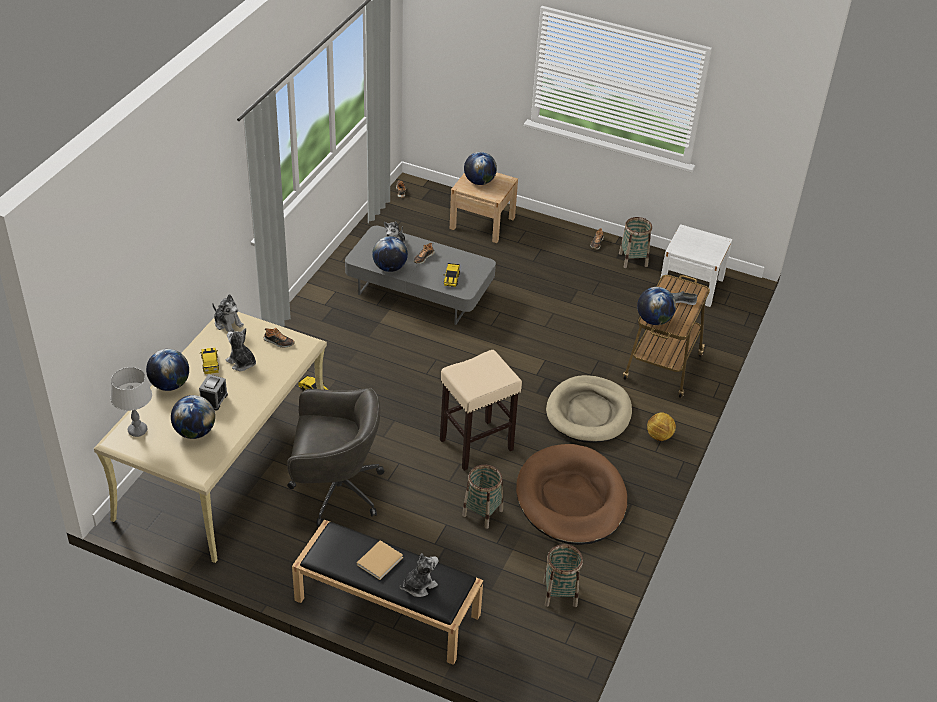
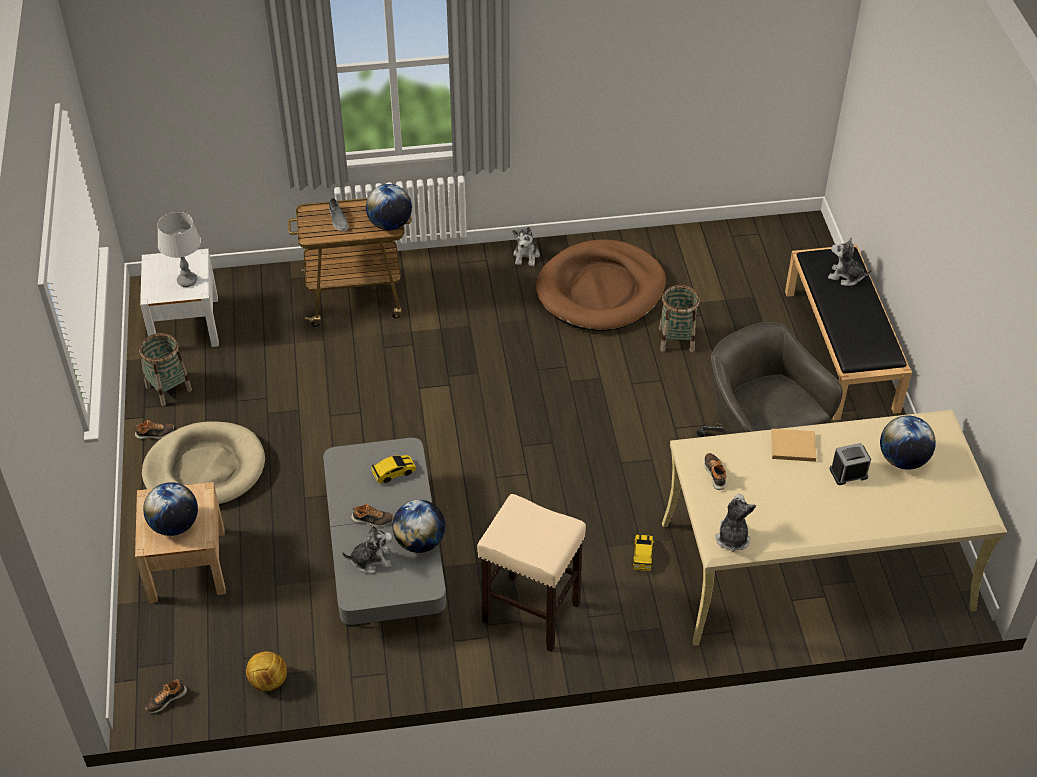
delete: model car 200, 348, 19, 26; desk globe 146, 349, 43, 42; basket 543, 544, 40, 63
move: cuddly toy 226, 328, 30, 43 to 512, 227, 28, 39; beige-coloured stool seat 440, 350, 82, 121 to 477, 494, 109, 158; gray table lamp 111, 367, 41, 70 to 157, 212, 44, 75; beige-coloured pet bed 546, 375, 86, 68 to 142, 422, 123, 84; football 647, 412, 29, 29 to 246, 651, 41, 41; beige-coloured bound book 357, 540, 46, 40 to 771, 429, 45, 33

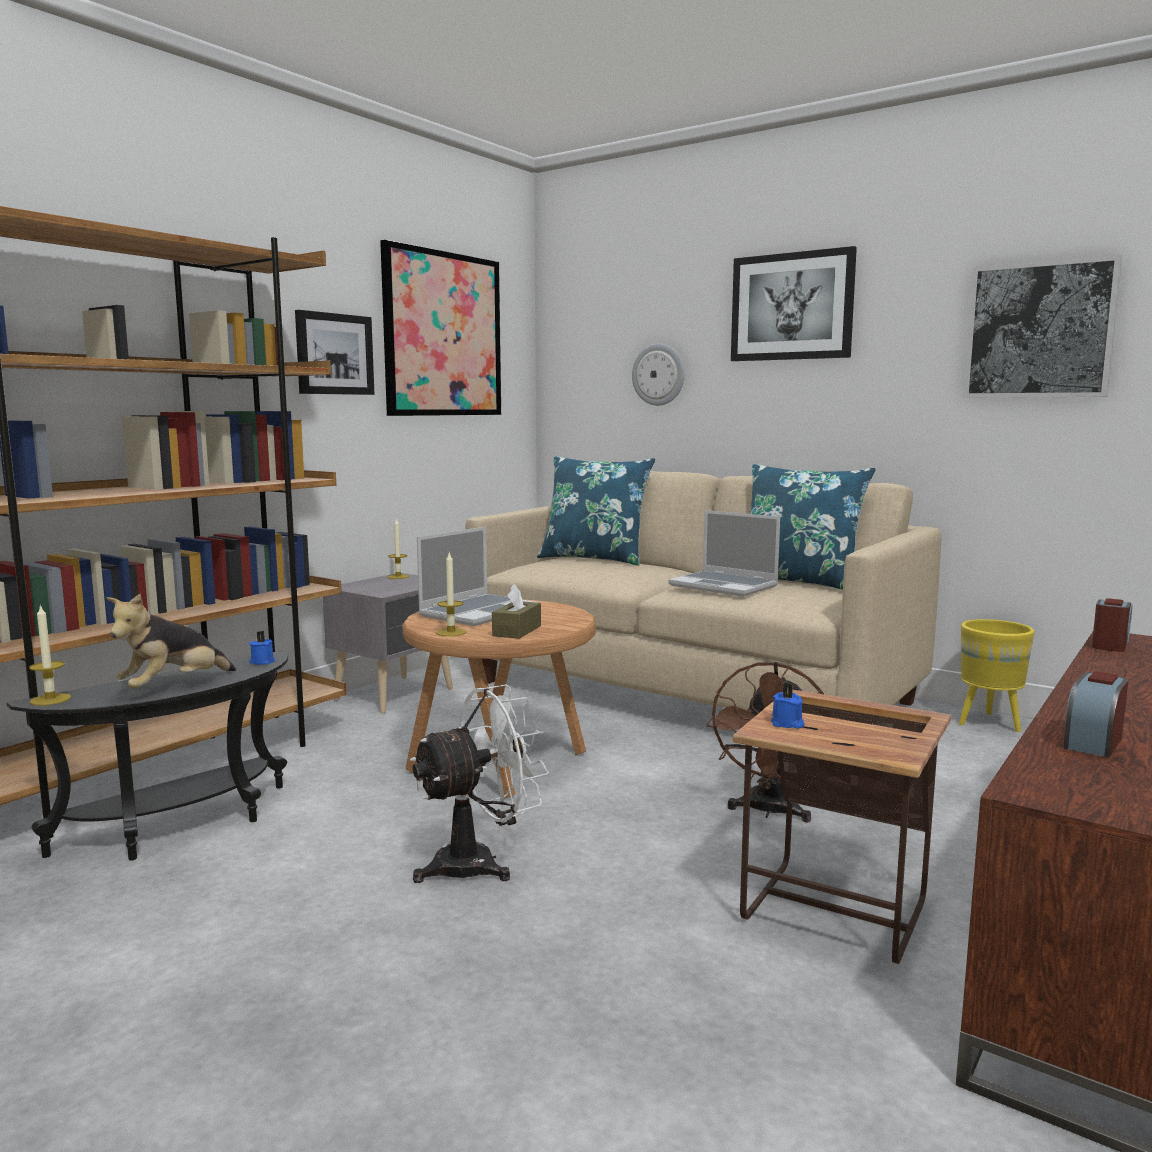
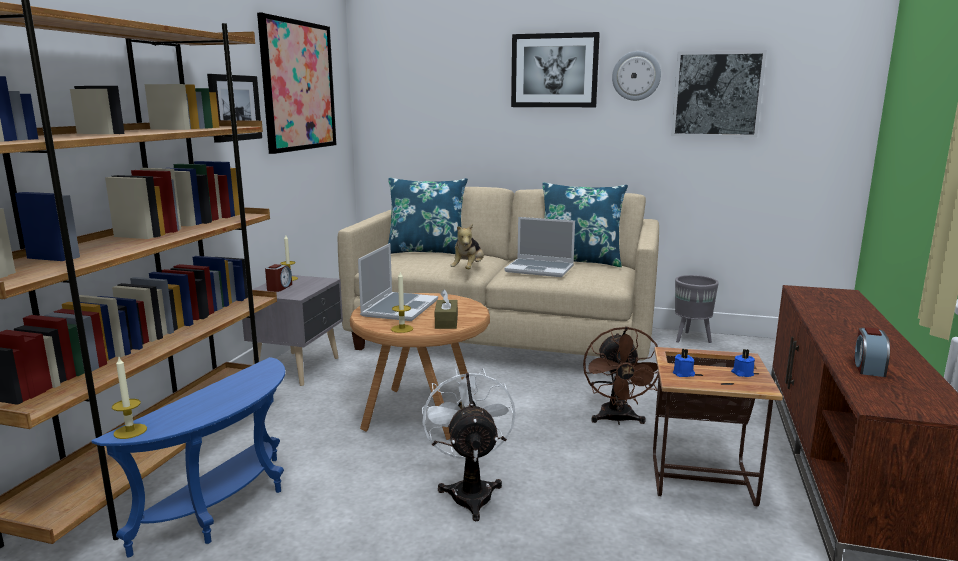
move: hanging clock 632, 343, 53, 63 to 612, 51, 49, 50; cuddly toy 107, 594, 129, 94 to 450, 224, 34, 45; table clock 1092, 598, 40, 54 to 265, 264, 27, 28; blue candle 249, 631, 26, 34 to 731, 349, 24, 28
recolor: yellow planter 959, 619, 76, 113 to gray planter 675, 275, 44, 68; blackish end table 6, 651, 282, 210 to blue end table 92, 357, 193, 200
rotate: white-coloured fan 410, 684, 139, 199 = 422, 368, 93, 153 45 degrees counterclockwise

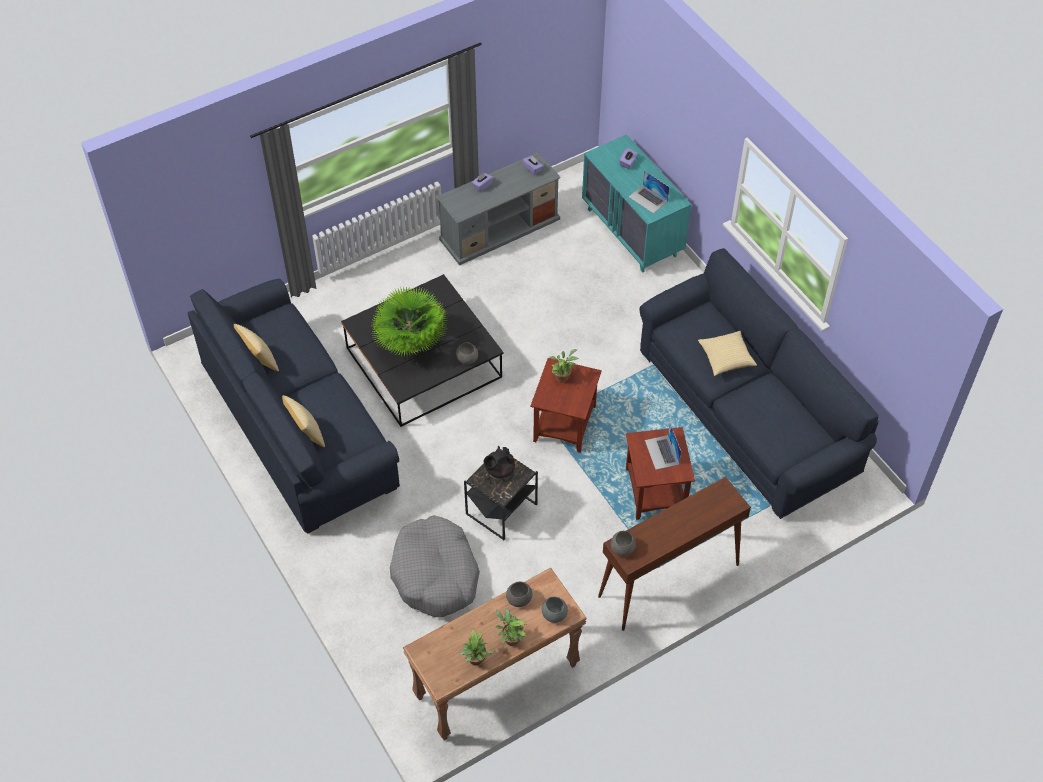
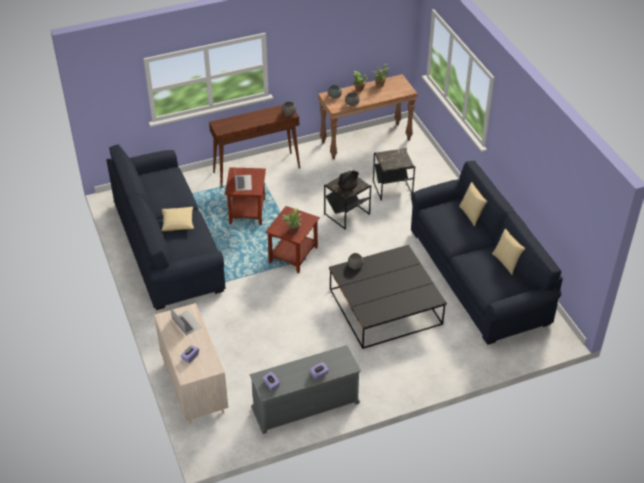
delete: houseplant 371, 286, 76, 70
replace: gray pet bed 390, 515, 90, 103 to blackish end table 373, 147, 42, 54
recolor: turquoise-coloured dresser 582, 134, 109, 139 to beige-coloured dresser 154, 303, 74, 121

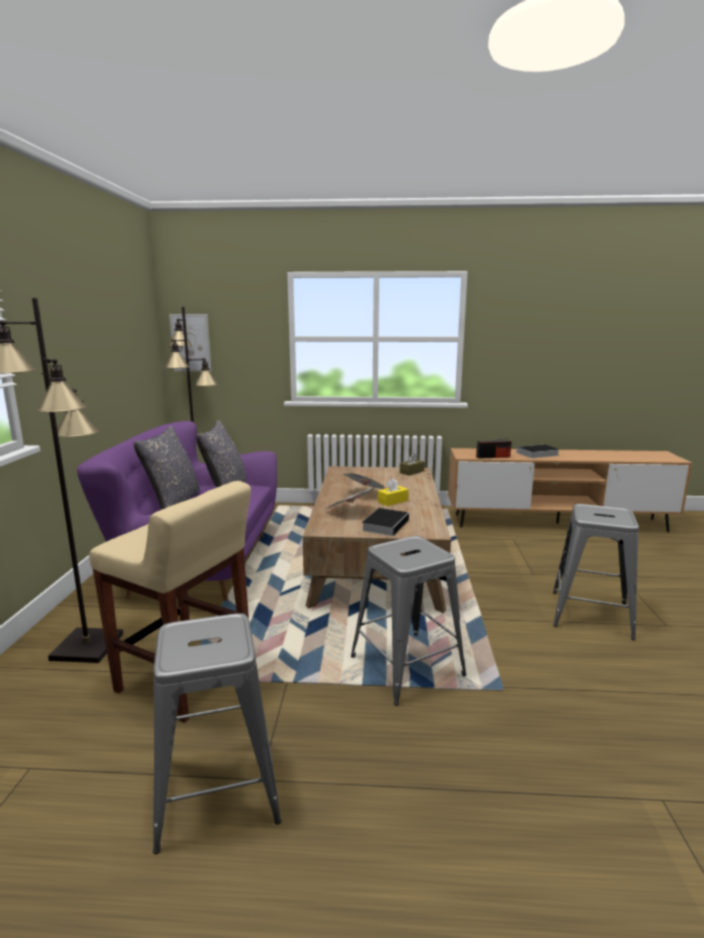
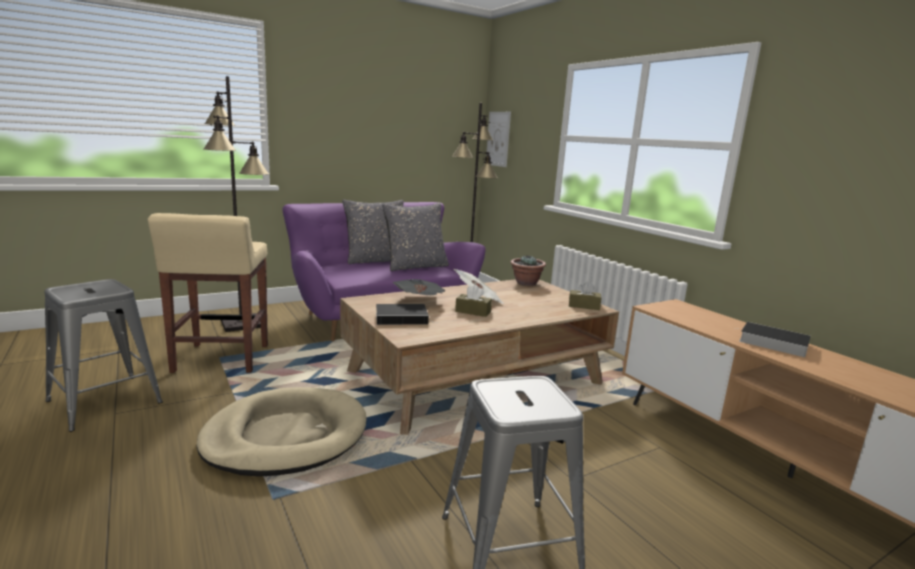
delete: radio receiver 476, 438, 36, 21
insert: houseplant 510, 255, 36, 31
replace: gray stool seat 351, 536, 116, 170 to beige-coloured pet bed 196, 387, 171, 90
recolor: yellow tissue box 378, 478, 31, 28 to brown-coloured tissue box 455, 285, 37, 32

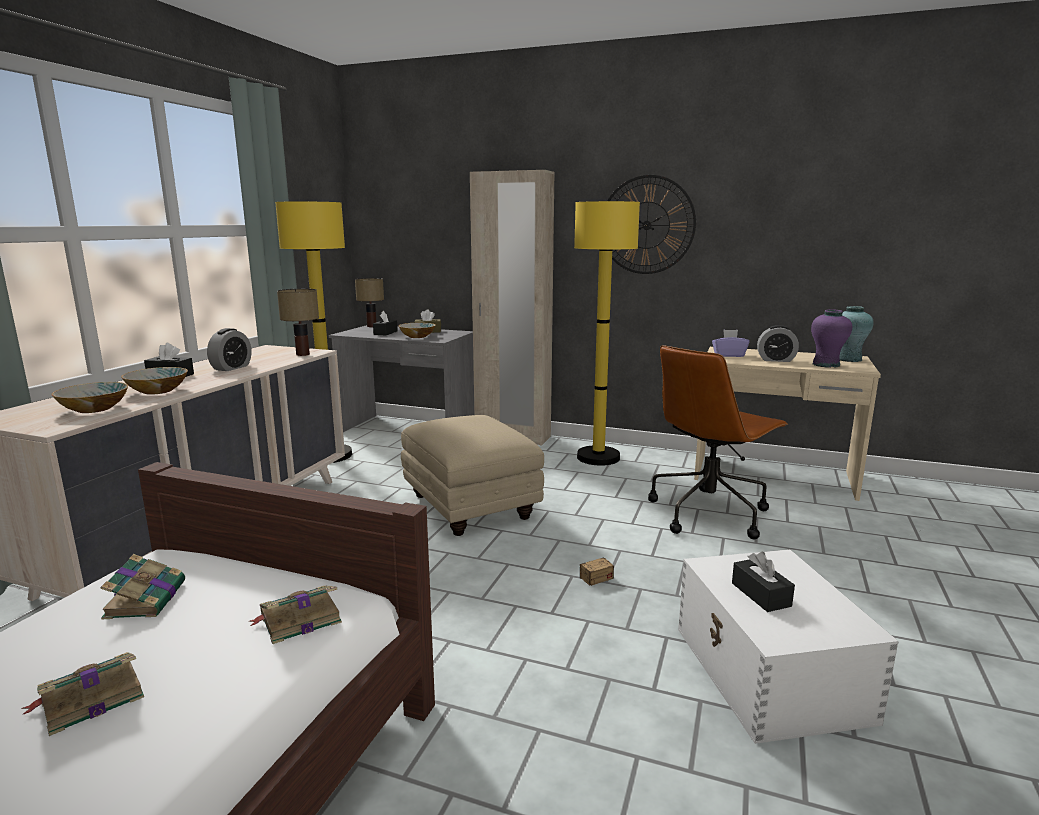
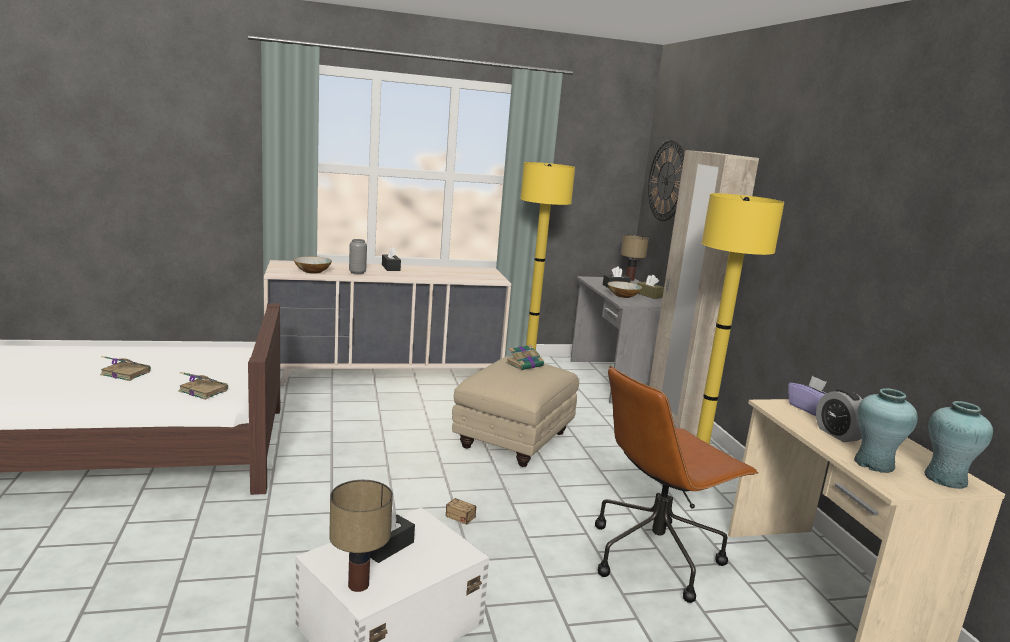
delete: table clock 207, 328, 45, 43
move: hanging clock 607, 175, 89, 99 to 648, 140, 36, 81; table lamp 277, 288, 42, 68 to 329, 480, 64, 112; bound book 100, 554, 85, 65 to 506, 345, 39, 26
replace: serving bowl 121, 367, 67, 28 to gray decorative vase 349, 239, 18, 35
recolor: purplish decorative vase 811, 309, 41, 59 to turquoise-coloured decorative vase 854, 388, 64, 85
rotate: brown-coloured desk chair 648, 345, 140, 195 = 595, 366, 164, 237 45 degrees counterclockwise

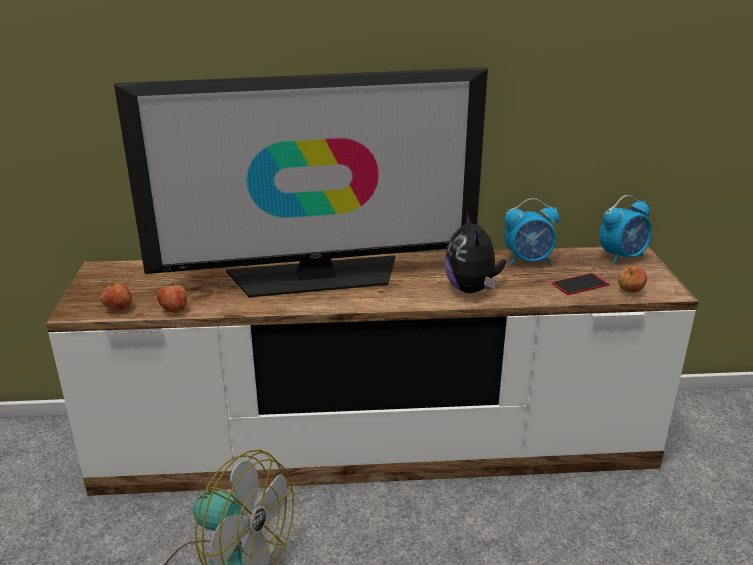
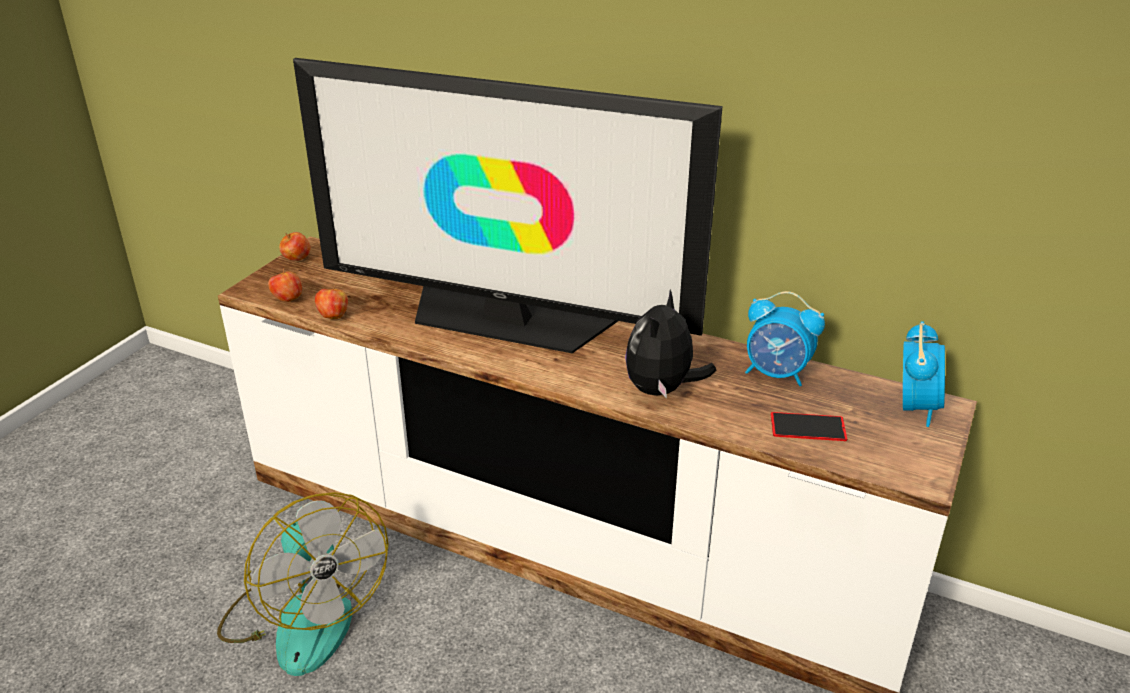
move: whole apple 618, 266, 29, 27 to 279, 232, 32, 29
rotate: table clock 600, 195, 52, 70 = 903, 321, 42, 106 75 degrees counterclockwise

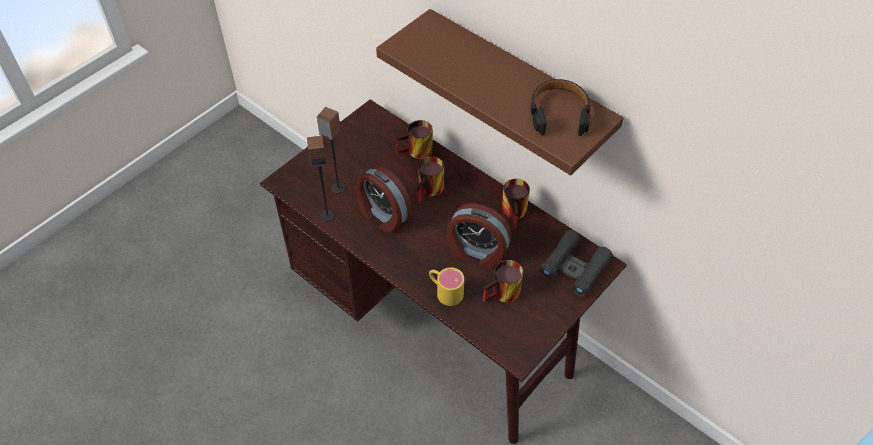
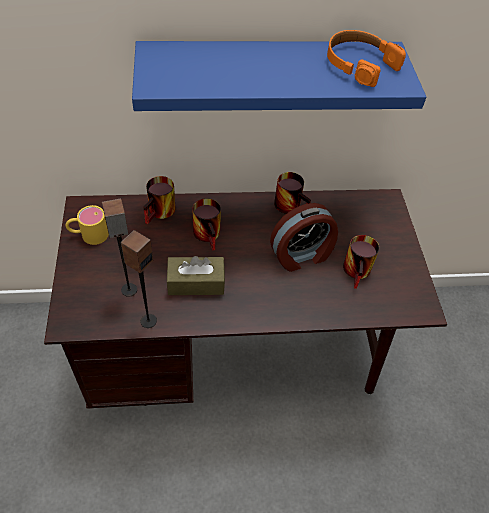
delete: blackish field glasses 539, 230, 74, 67
move: yellow tea mug 429, 267, 35, 39 to 66, 205, 43, 40
replace: table clock 356, 165, 56, 68 to brown-coloured tissue box 167, 256, 58, 39
recolor: brown-coloured bracket shelf 376, 9, 248, 166 to blue bracket shelf 132, 41, 294, 70; blackish headset 530, 79, 61, 57 to orange-coloured headset 327, 30, 79, 57

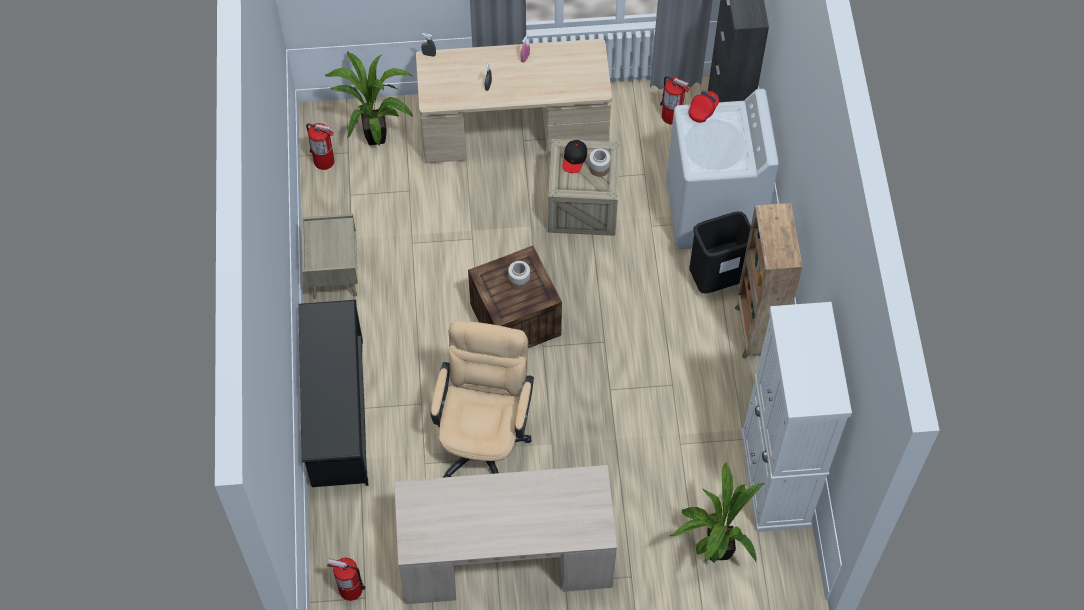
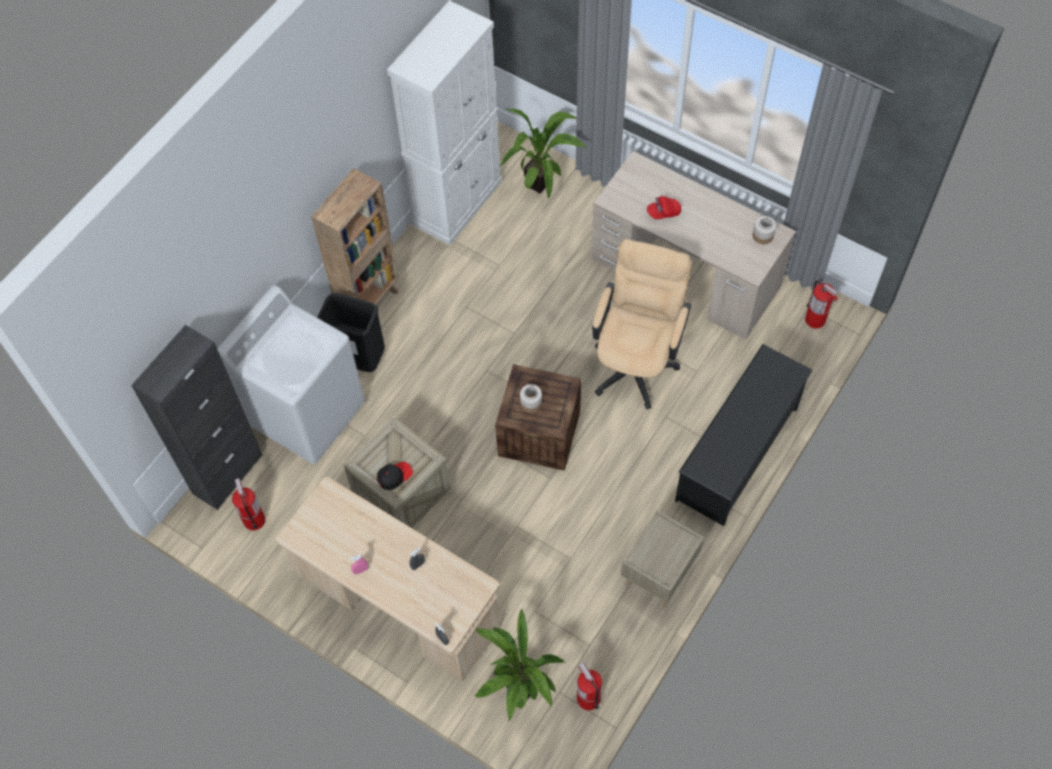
move: reddish peaked cap 688, 90, 31, 33 to 647, 196, 34, 23; storage jar 589, 148, 22, 29 to 753, 216, 23, 28
rotate: beige-coloured desk chair 431, 320, 103, 157 = 592, 239, 100, 171 150 degrees clockwise

